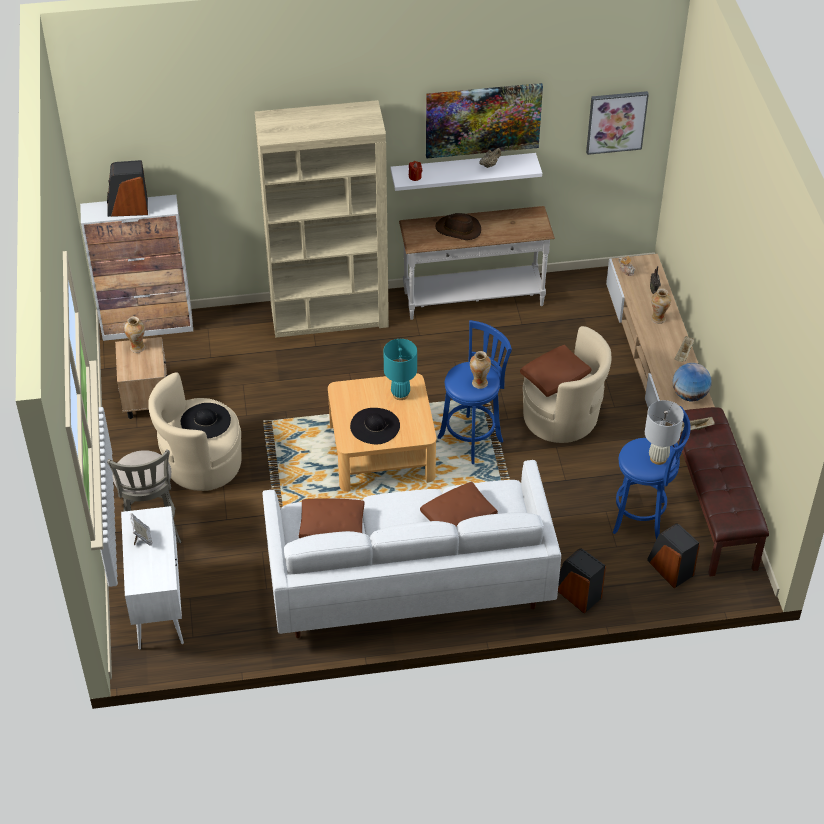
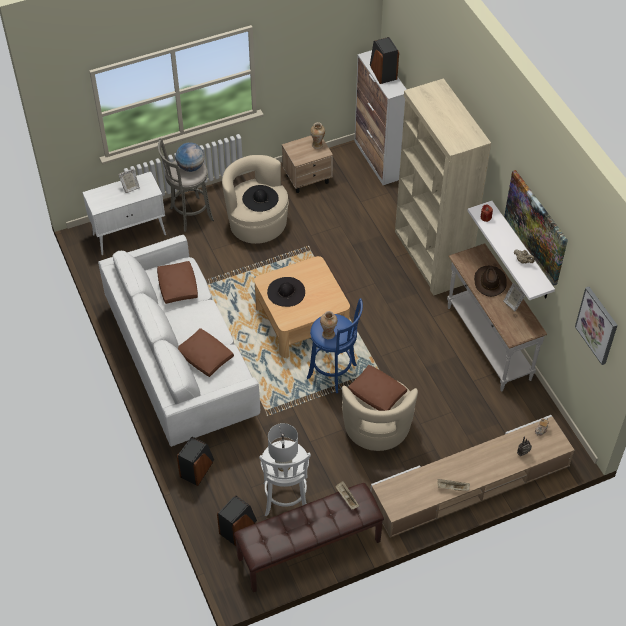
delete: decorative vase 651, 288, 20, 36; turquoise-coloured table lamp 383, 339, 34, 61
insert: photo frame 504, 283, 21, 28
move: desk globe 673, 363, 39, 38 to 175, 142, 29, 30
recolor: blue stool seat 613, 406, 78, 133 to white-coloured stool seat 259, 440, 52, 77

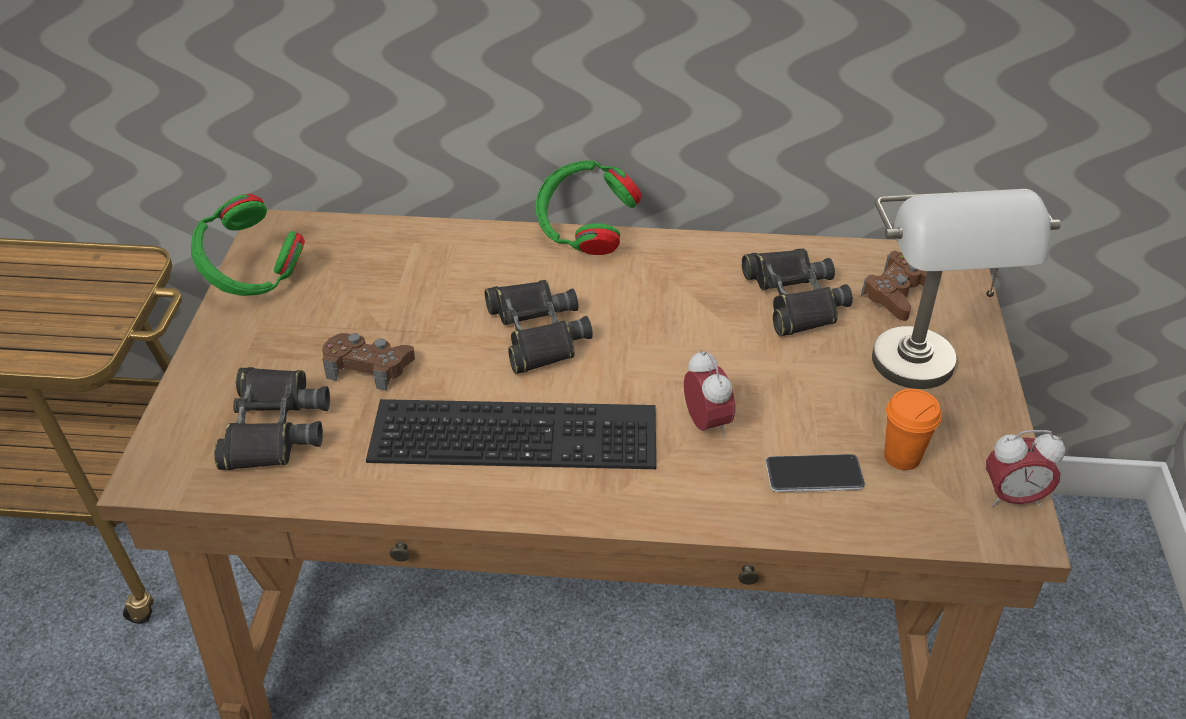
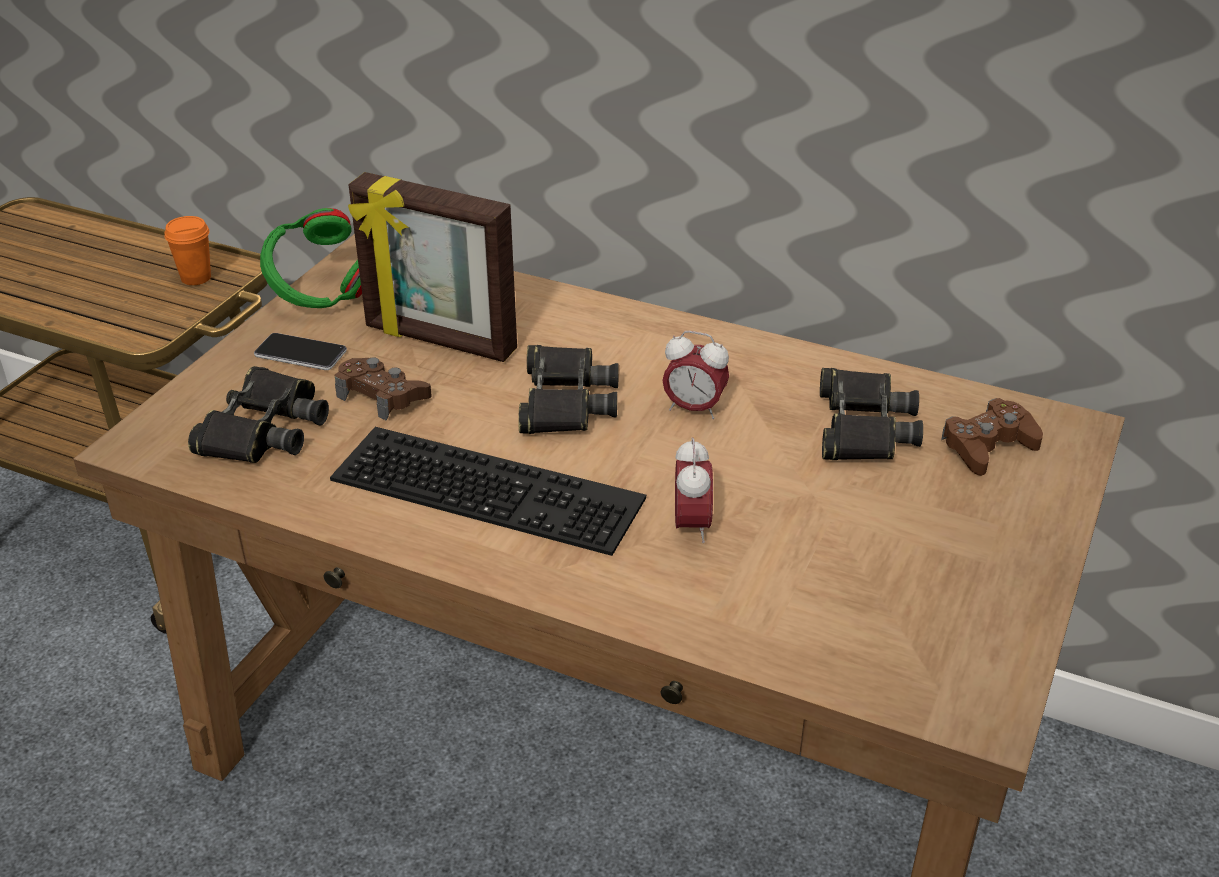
delete: green-coloured headset 536, 161, 106, 94; gray table lamp 872, 189, 189, 200
insert: photo frame 348, 172, 169, 190
move: orange-coloured cup 884, 389, 58, 81 to 164, 216, 47, 69; table clock 986, 430, 79, 77 to 662, 331, 67, 88; telephone 766, 454, 99, 38 to 254, 333, 93, 37

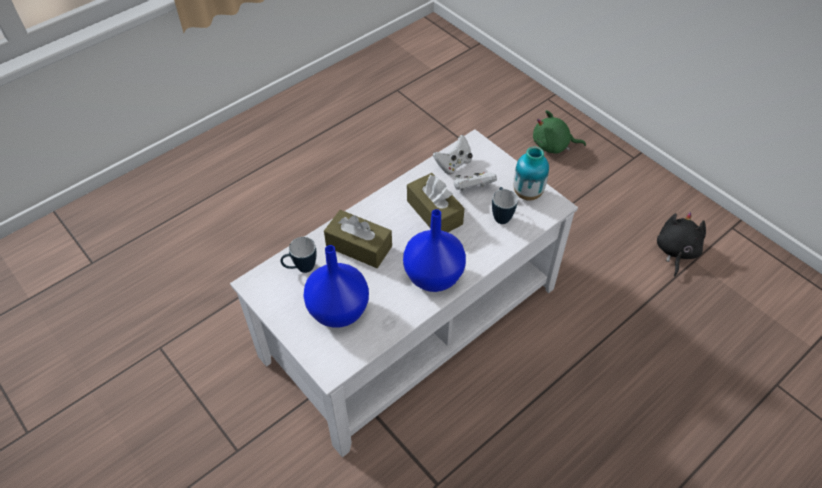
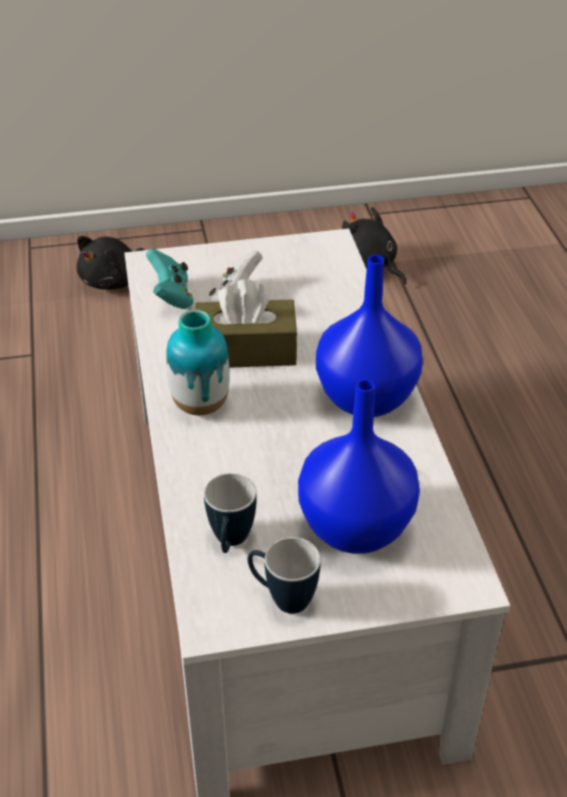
delete: brown-coloured tissue box 324, 210, 68, 58
move: decorative vase 514, 147, 35, 54 to 166, 310, 64, 105; tea mug 492, 187, 26, 37 to 247, 537, 73, 77
recolor: green-coloured cuddly toy 533, 110, 53, 44 to blackish cuddly toy 76, 236, 69, 54; white-coloured joypad 433, 135, 39, 40 to turquoise-coloured joypad 146, 249, 47, 60

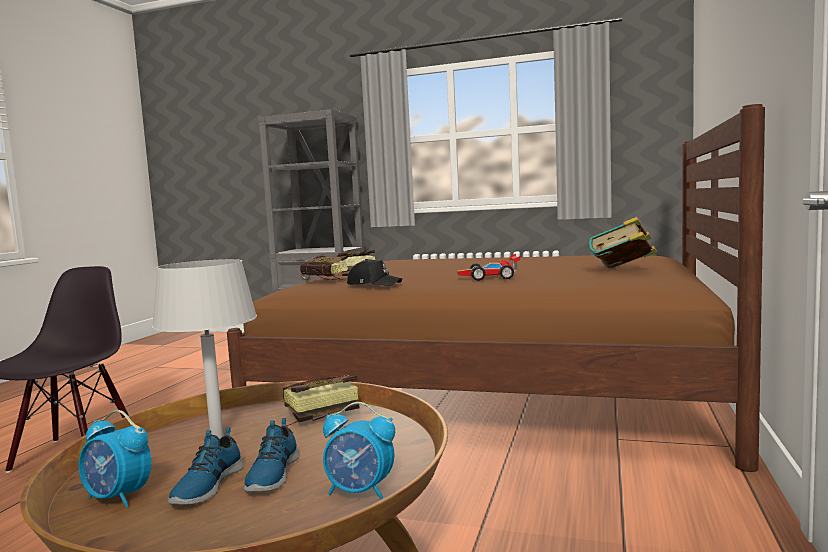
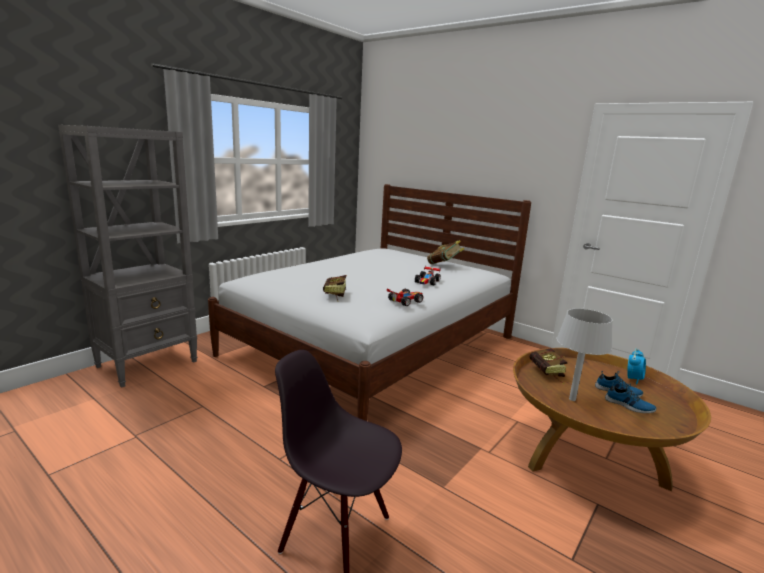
delete: bound book 300, 254, 49, 26; table clock 79, 410, 72, 97
replace: blackish peaked cap 347, 259, 55, 27 to model car 387, 289, 36, 17
recolor: brown-coloured sleeping bed 227, 104, 538, 368 to white-coloured sleeping bed 208, 184, 323, 237

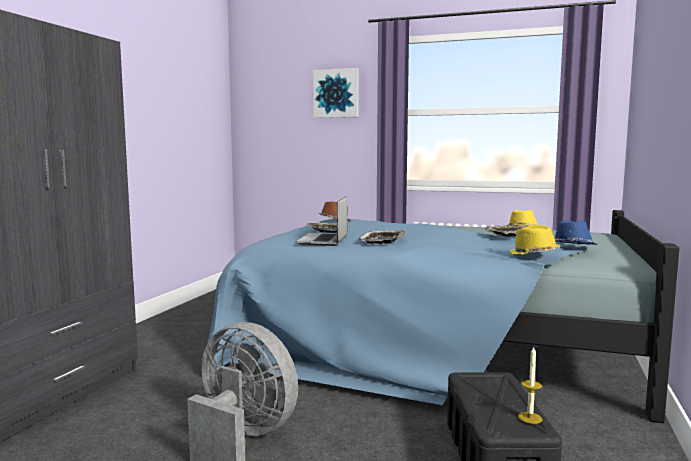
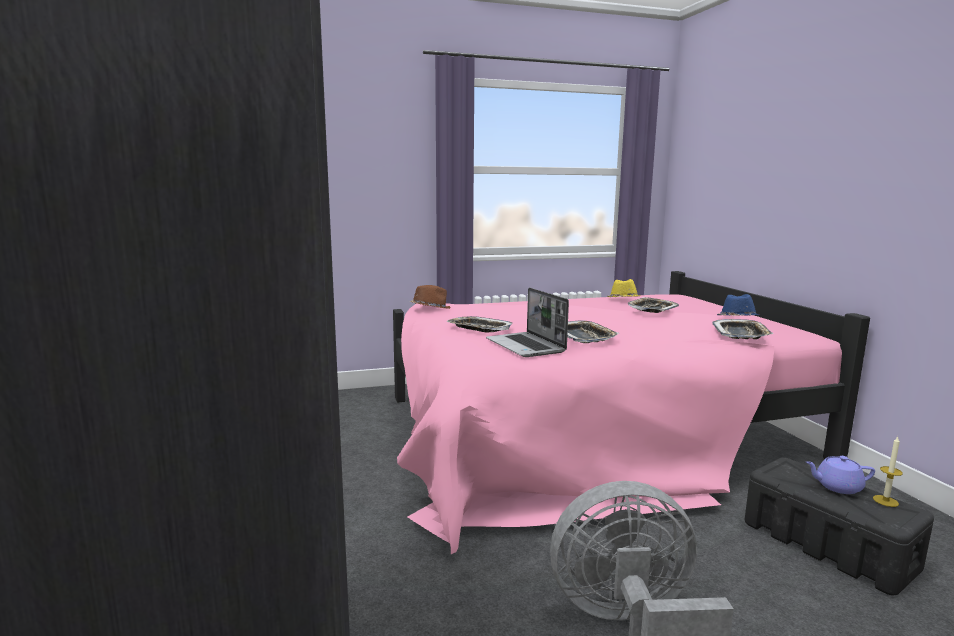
delete: wall art 313, 68, 46, 50
insert: purplish pot for tea 806, 456, 69, 38
replace: yellow clothing hat 510, 225, 51, 29 to tray 712, 319, 62, 20
recolor: blue sleeping bed 207, 210, 473, 213 to pink sleeping bed 393, 271, 477, 283

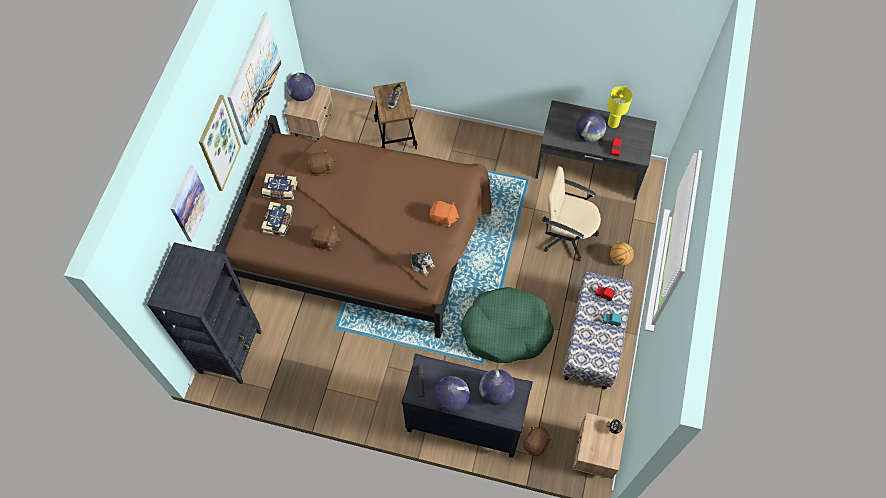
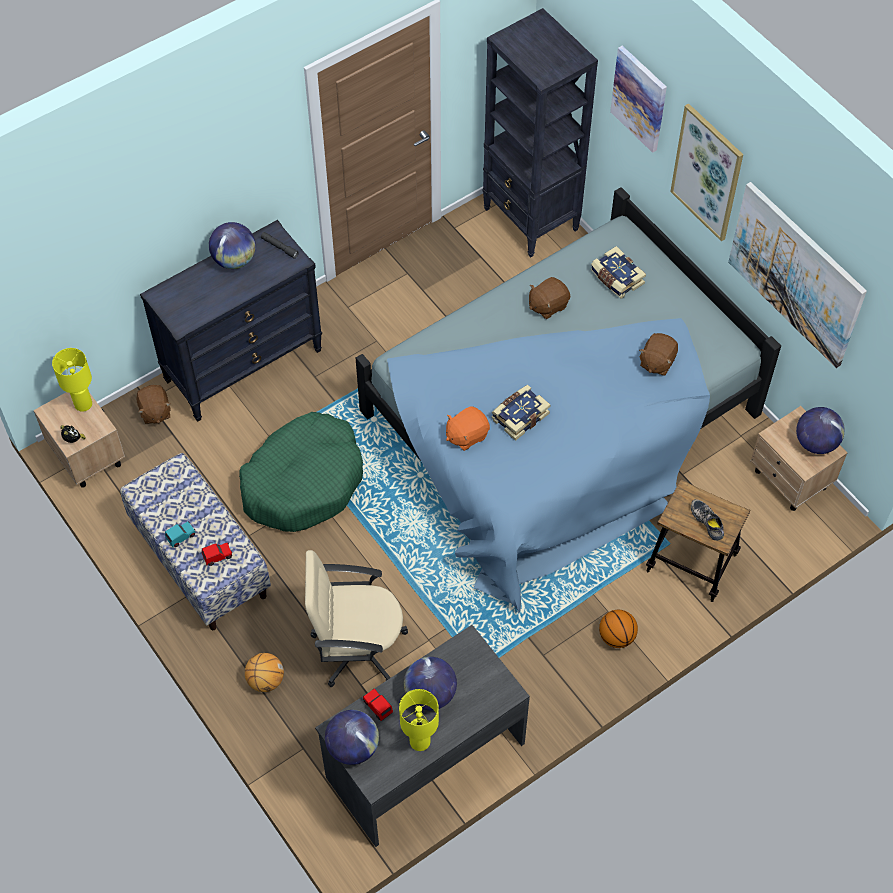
delete: cuddly toy 409, 250, 26, 26
insert: yellow table lamp 52, 348, 40, 64; basketball 599, 610, 39, 38
move: bound book 262, 173, 36, 27 to 492, 385, 58, 56; desk globe 479, 369, 36, 36 to 325, 710, 54, 55
recolor: brown-coloured sleeping bed 214, 115, 279, 223 to blue sleeping bed 356, 187, 425, 427
rotate: beige-coloured desk chair 542, 166, 59, 95 = 305, 550, 103, 137 150 degrees counterclockwise

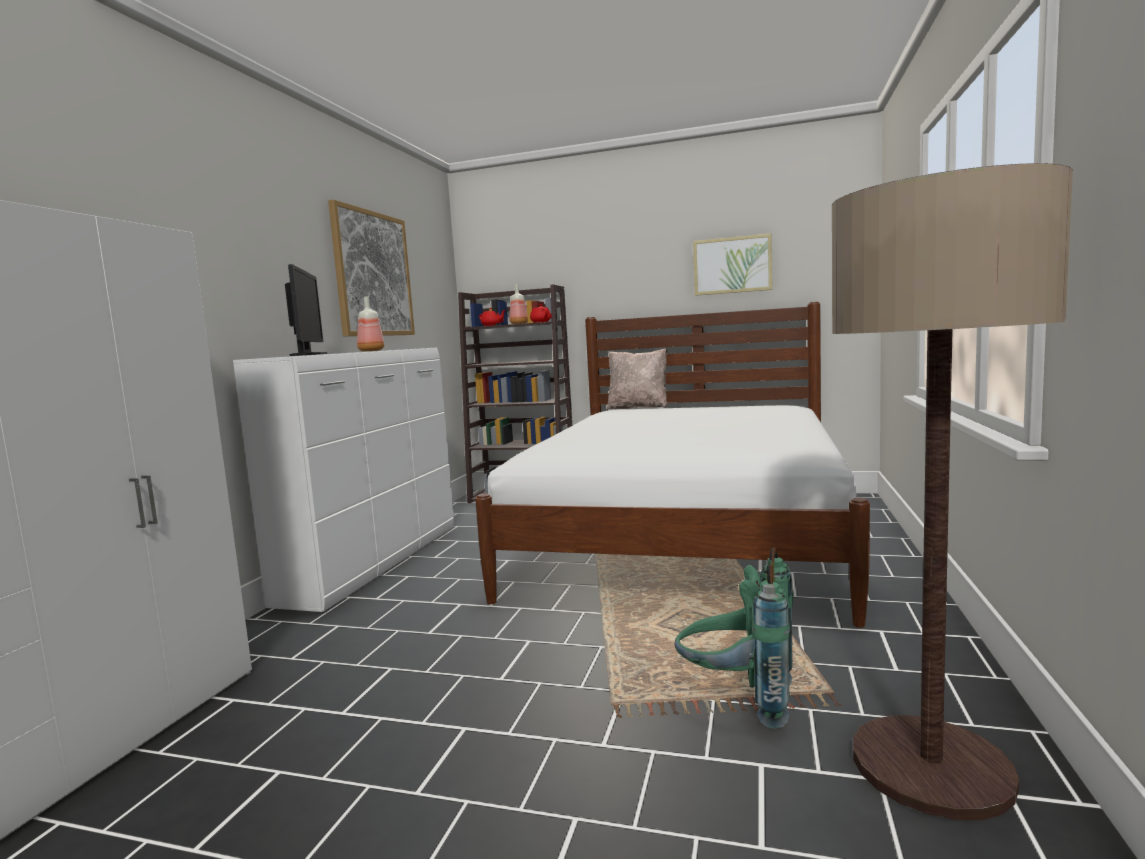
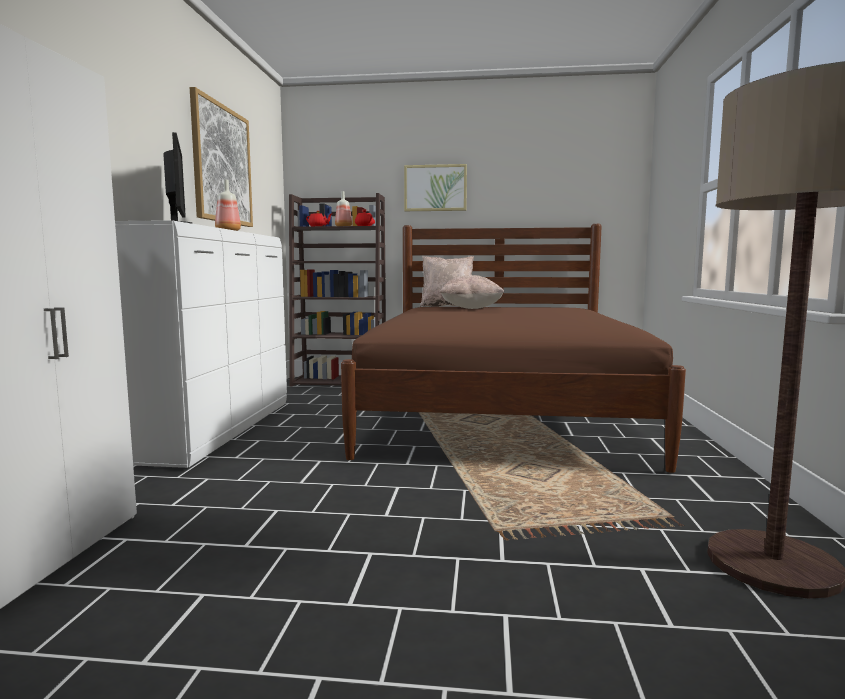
delete: green-coloured knapsack 675, 547, 118, 182
insert: beige-coloured cushion 439, 275, 65, 34
move: wall art 693, 233, 79, 63 to 404, 164, 63, 47
recolor: white-coloured sleeping bed 475, 302, 395, 326 to brown-coloured sleeping bed 341, 224, 345, 249

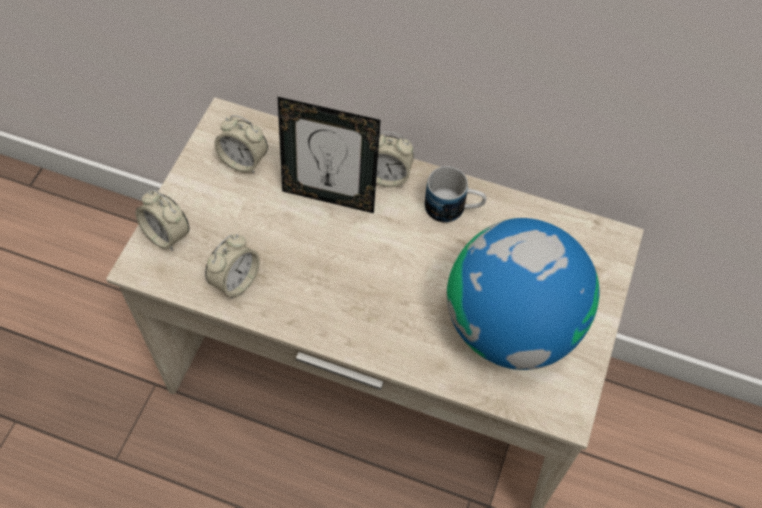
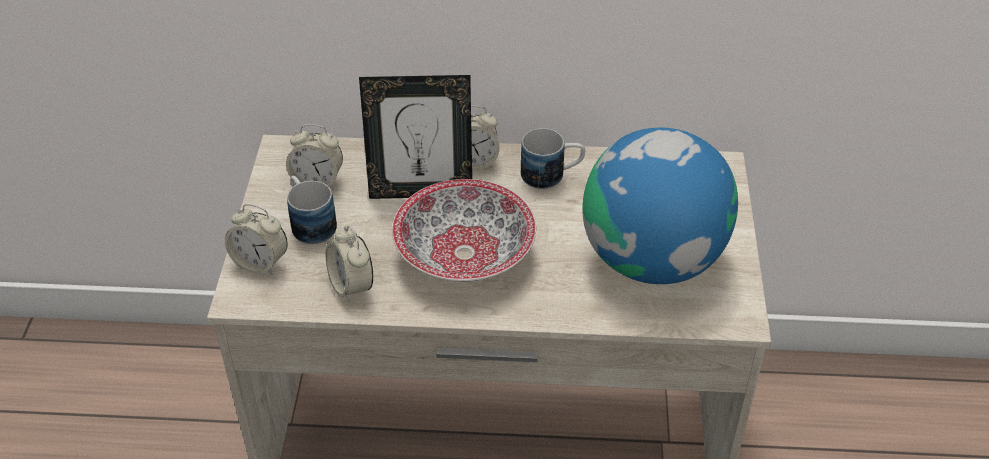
insert: tea mug 287, 176, 50, 68; serving bowl 392, 179, 144, 103
rotate: table clock 205, 234, 55, 65 = 326, 225, 47, 78 135 degrees clockwise

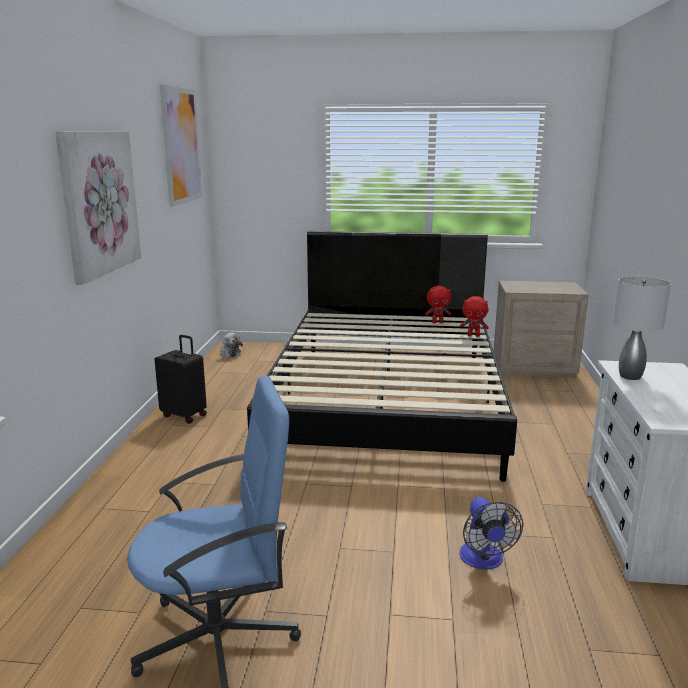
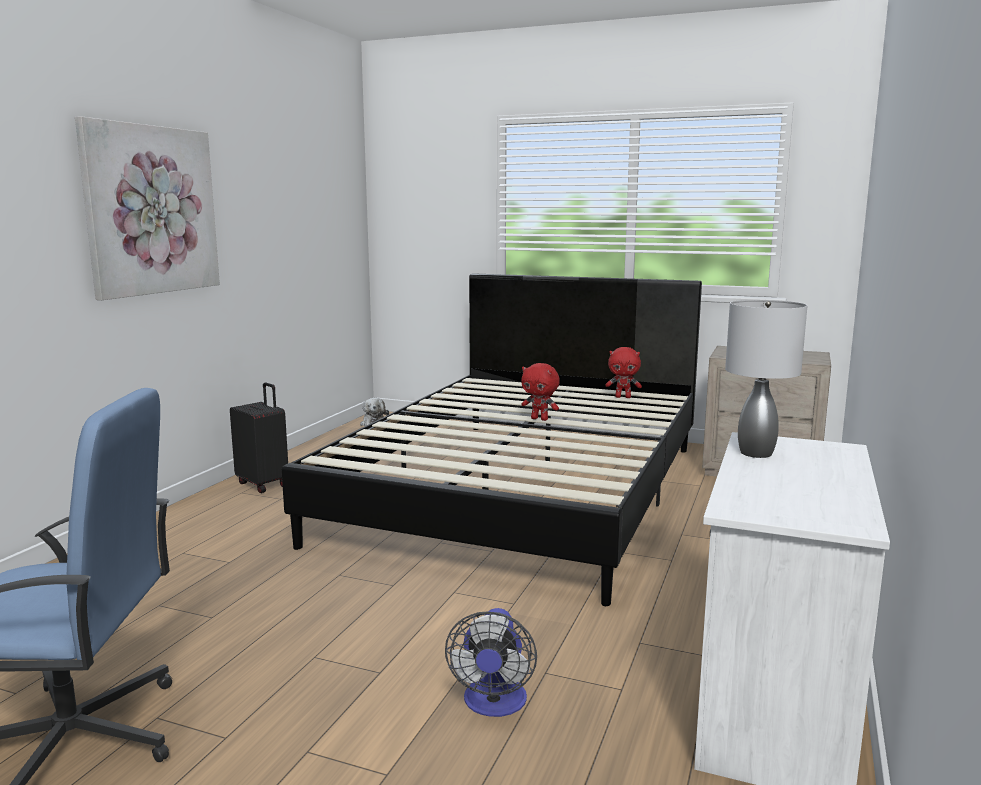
delete: wall art 160, 85, 42, 122
move: reddish cuddly toy 460, 296, 29, 41 to 521, 363, 39, 58

